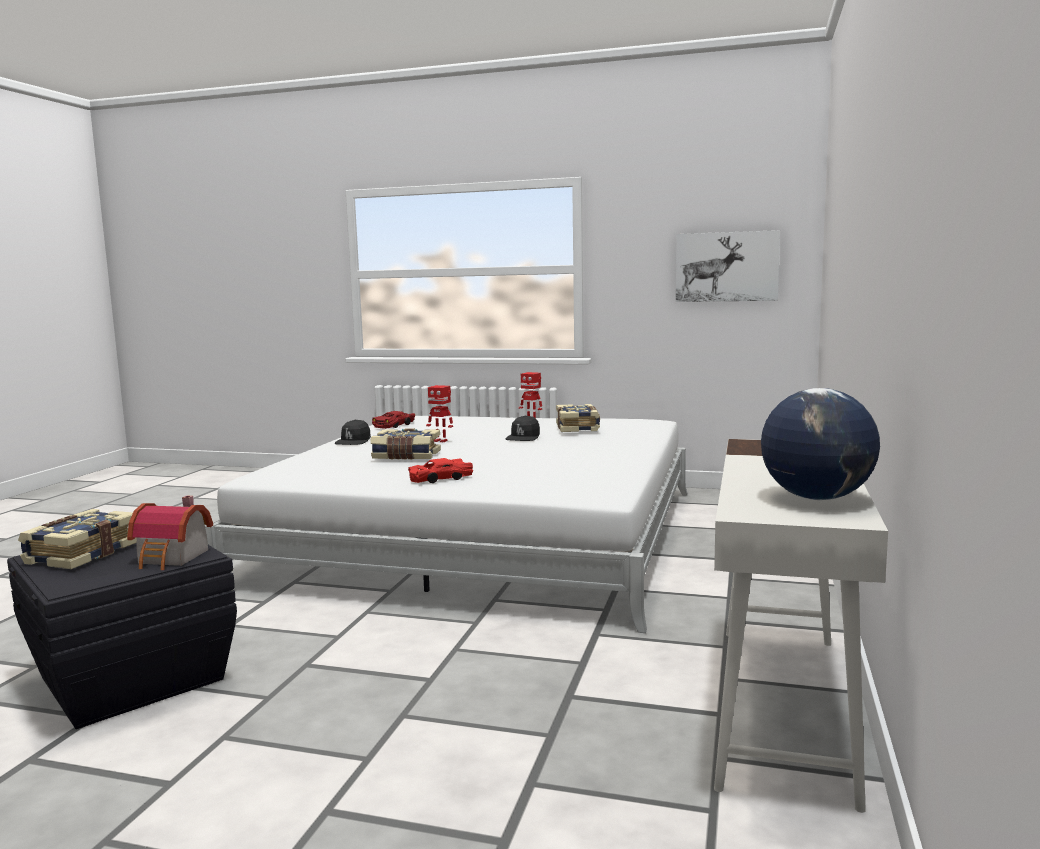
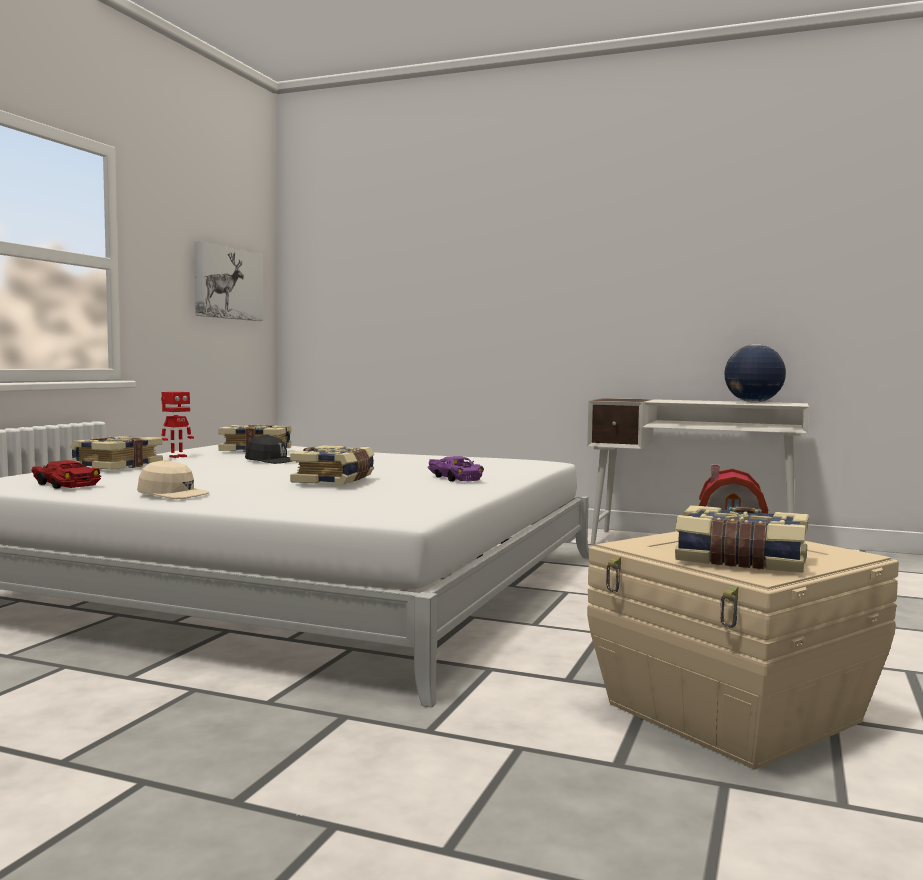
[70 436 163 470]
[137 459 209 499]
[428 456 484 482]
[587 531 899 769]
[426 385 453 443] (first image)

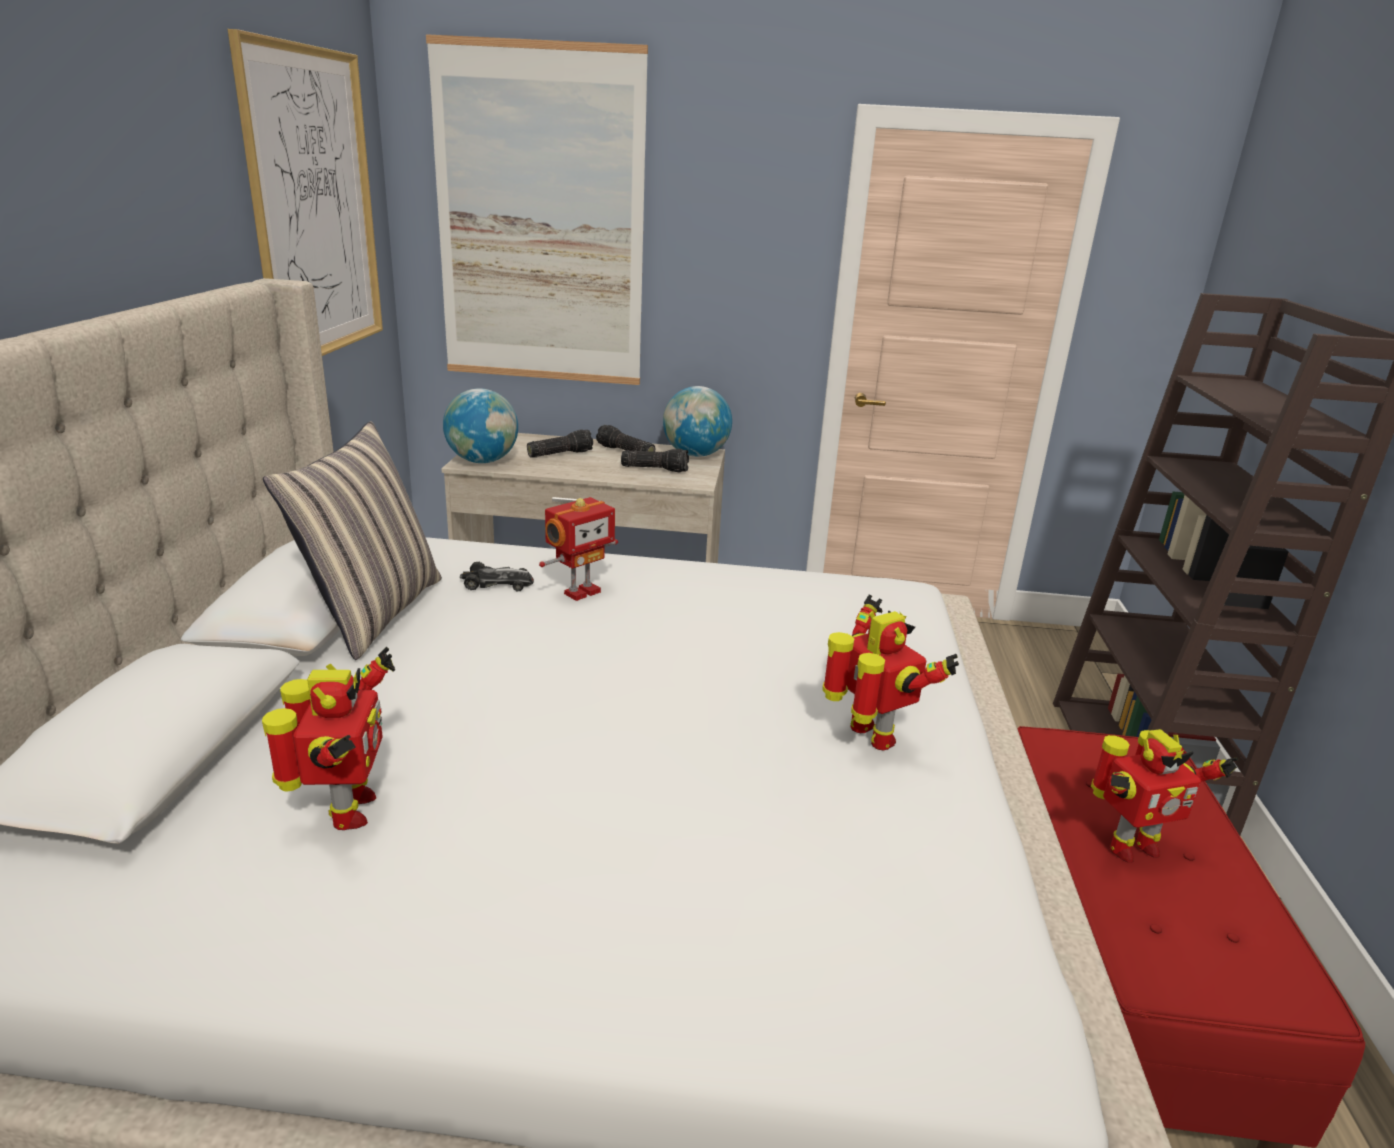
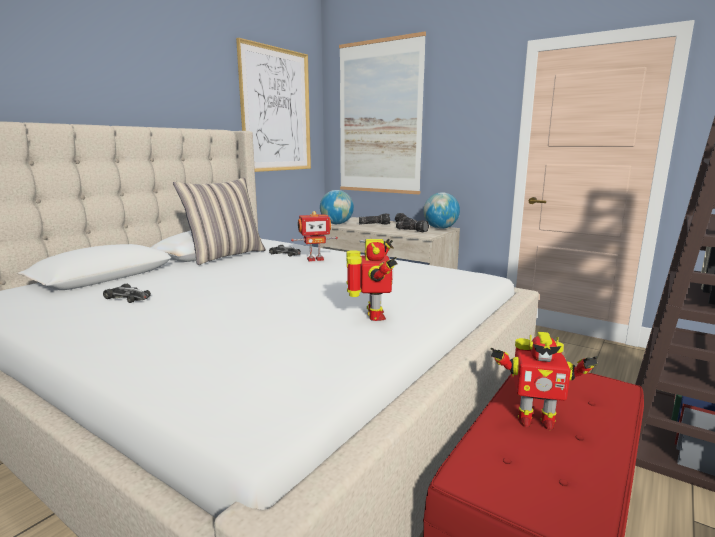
[103 284 151 303]

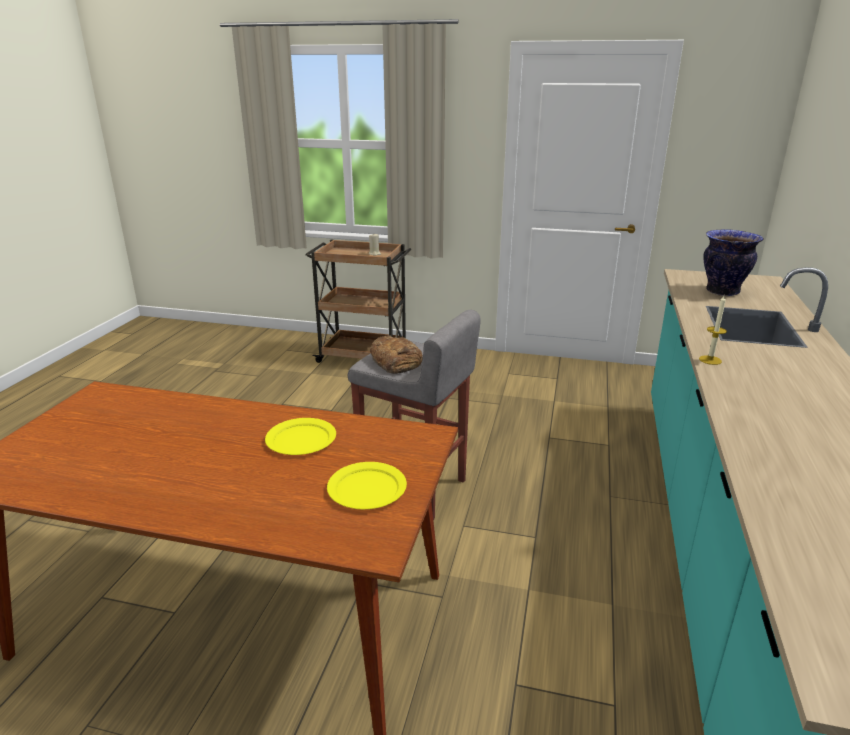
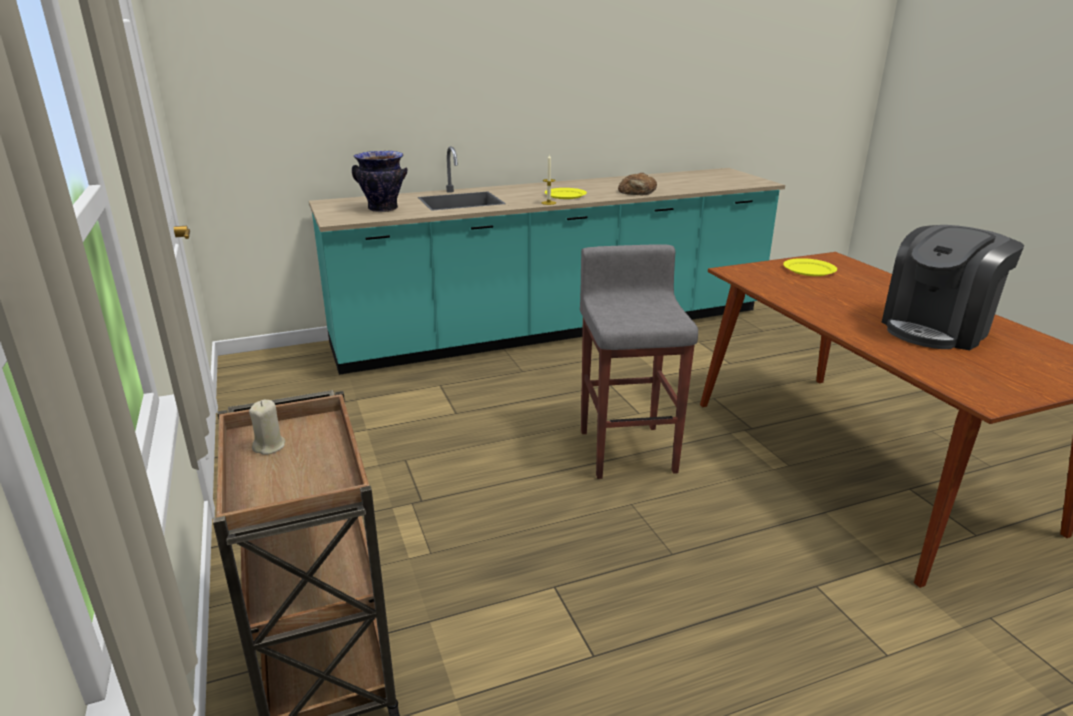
[545 188 587 199]
[618 173 657 195]
[882 225 1025 350]

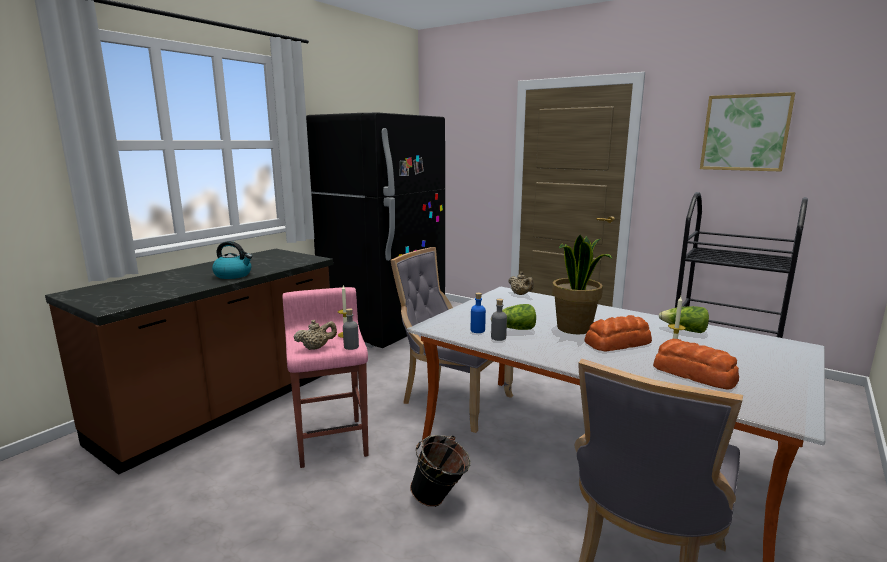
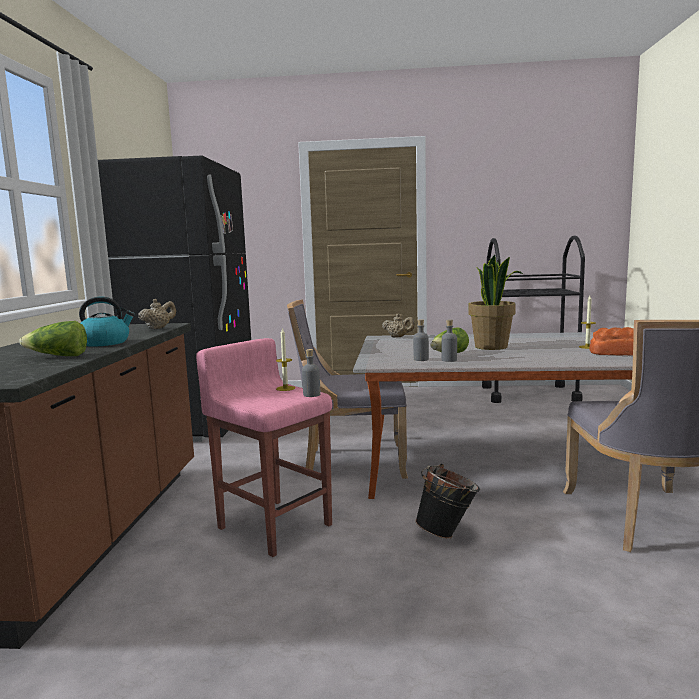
[19 321 87 356]
[138 299 176 329]
[413 319 429 361]
[585 315 652 352] (first image)
[700 92 795 172] (first image)

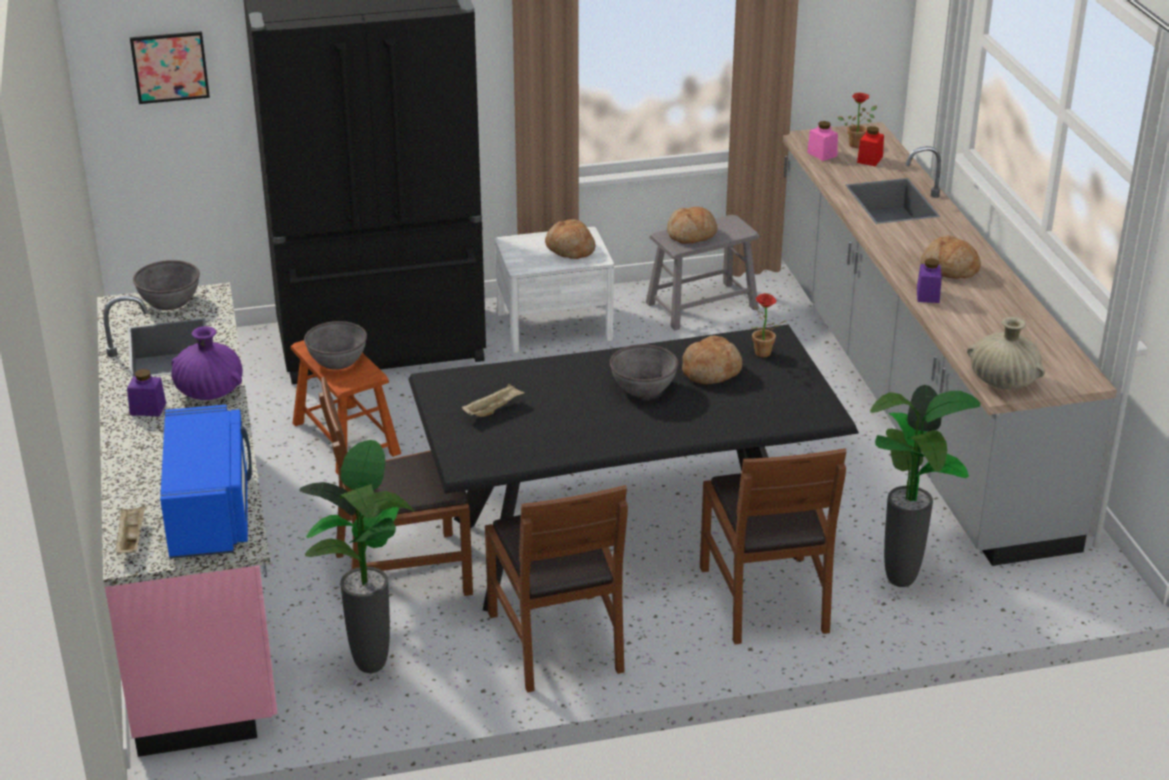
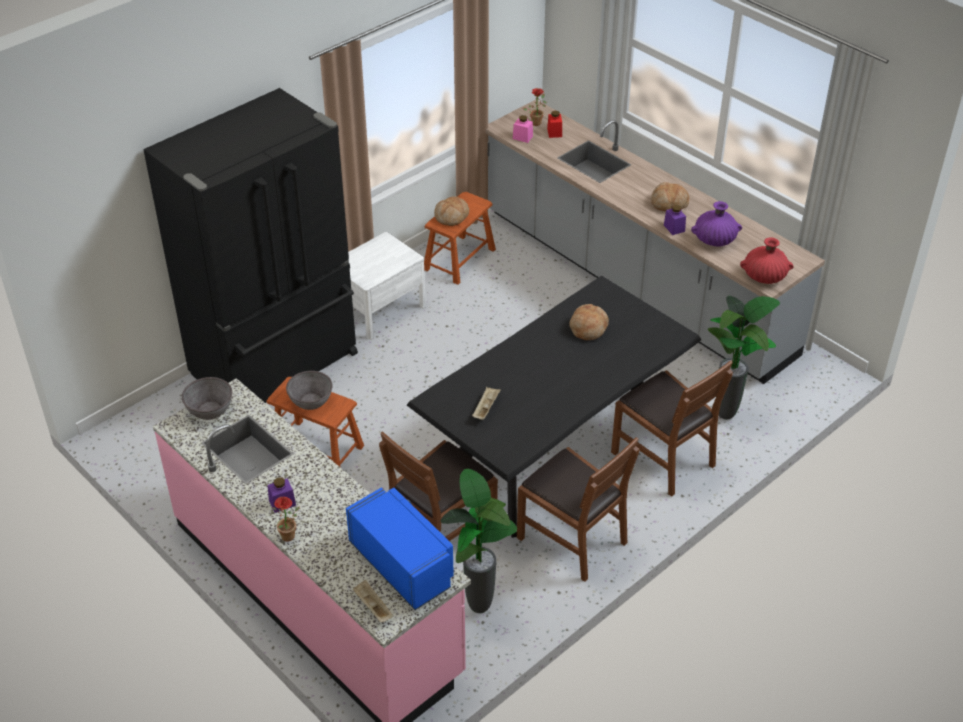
[272 497 300 541]
[424 192 496 285]
[691 201 742 246]
[740 237 794 284]
[130 31 210 104] (first image)
[545 219 596 259] (first image)
[610 344 678 398] (first image)

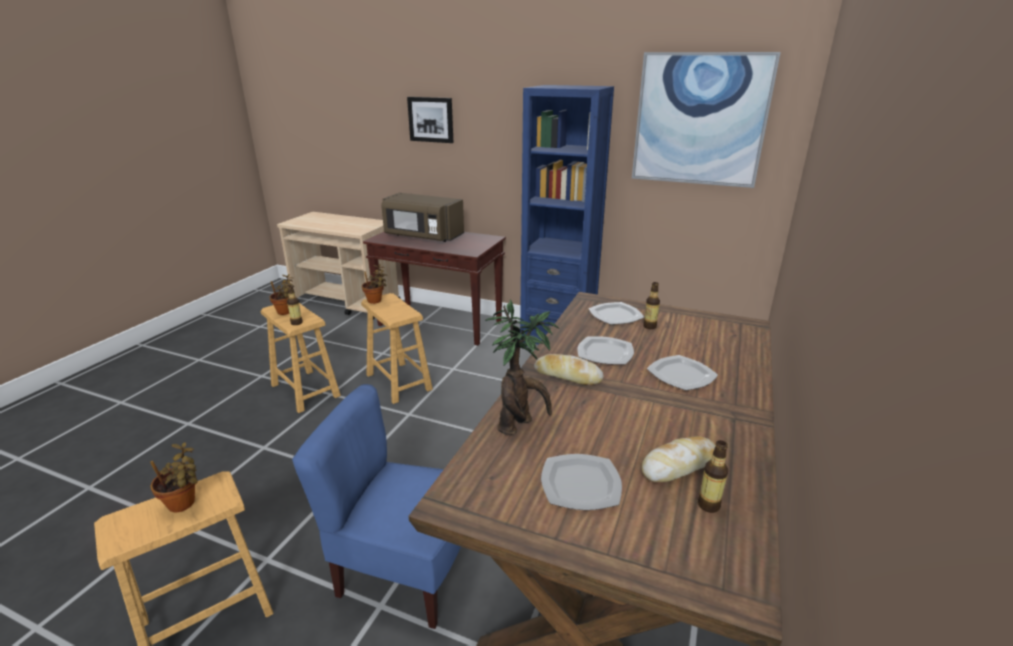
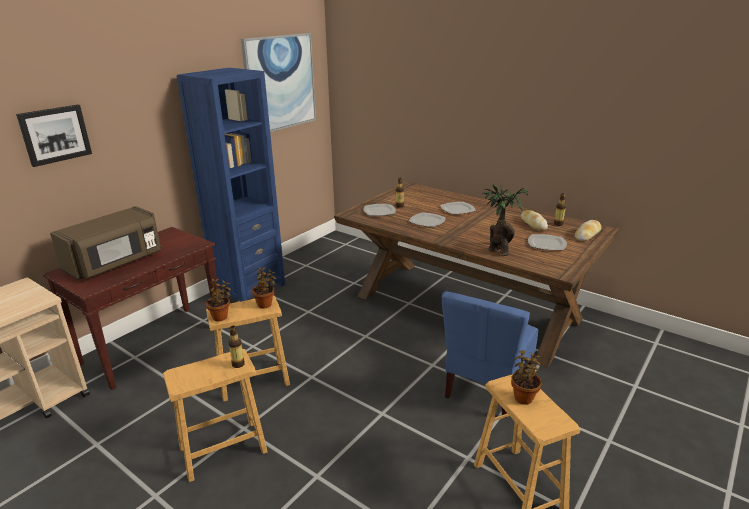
[252 267 276 309]
[575 220 601 241]

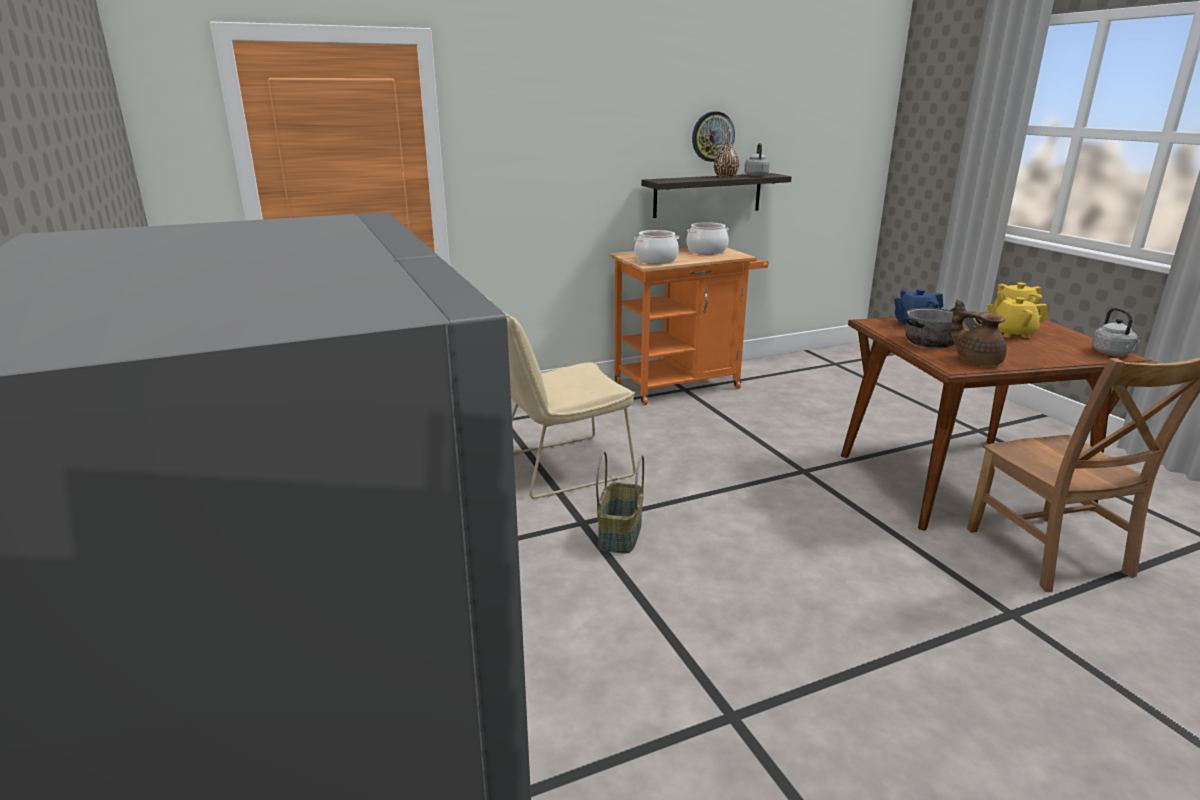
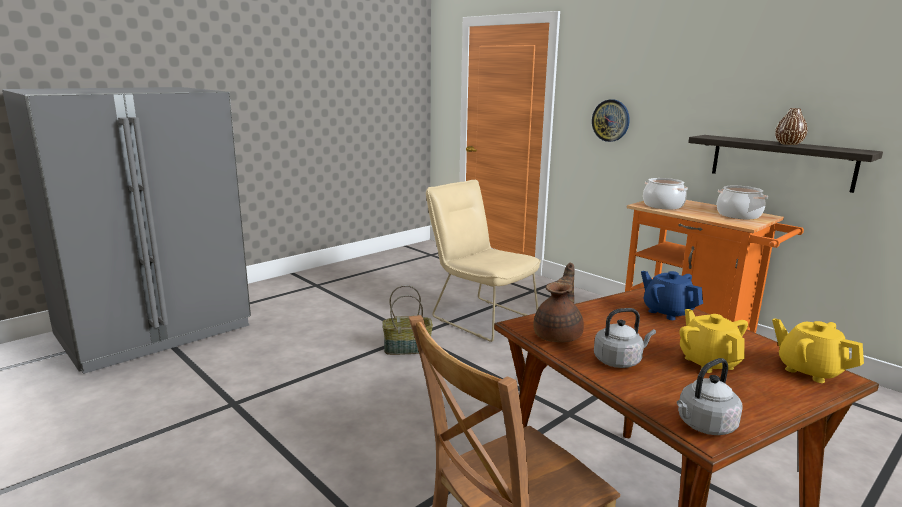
[592 99 630 142]
[594 308 656 368]
[906 305 982 348] (first image)

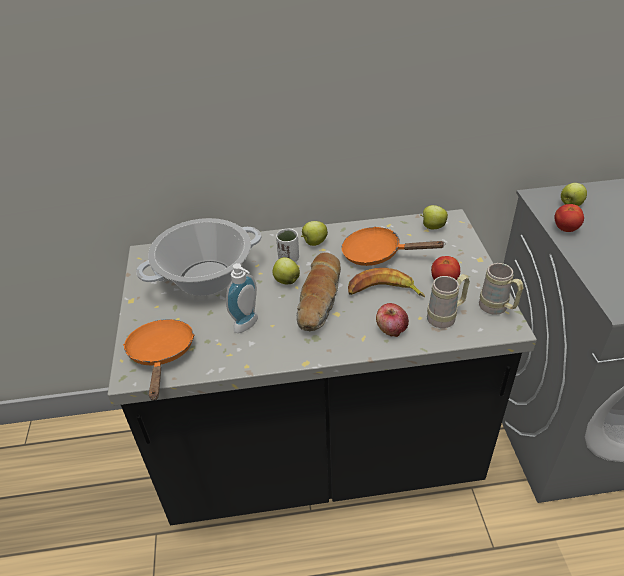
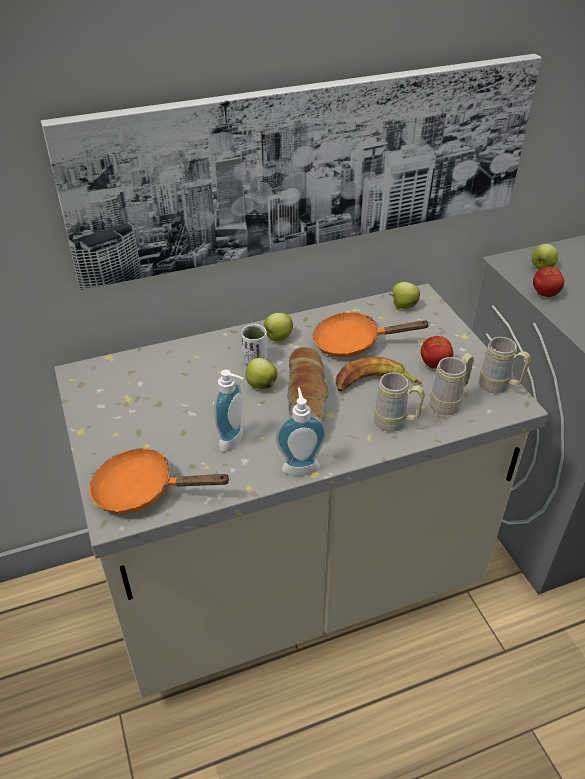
[41 54 542 290]
[54 283 548 698]
[89 447 231 514]
[276 387 327 476]
[374 372 425 432]
[136 218 262 296] (first image)

